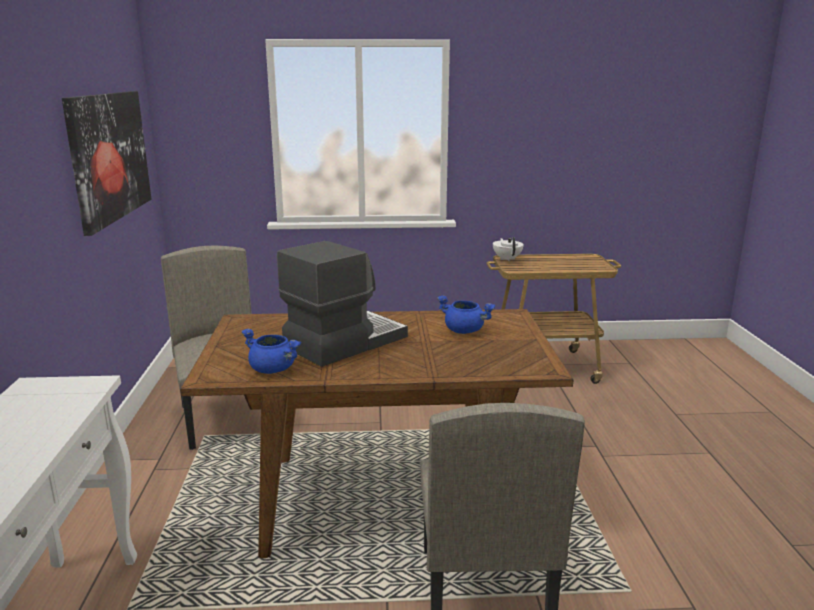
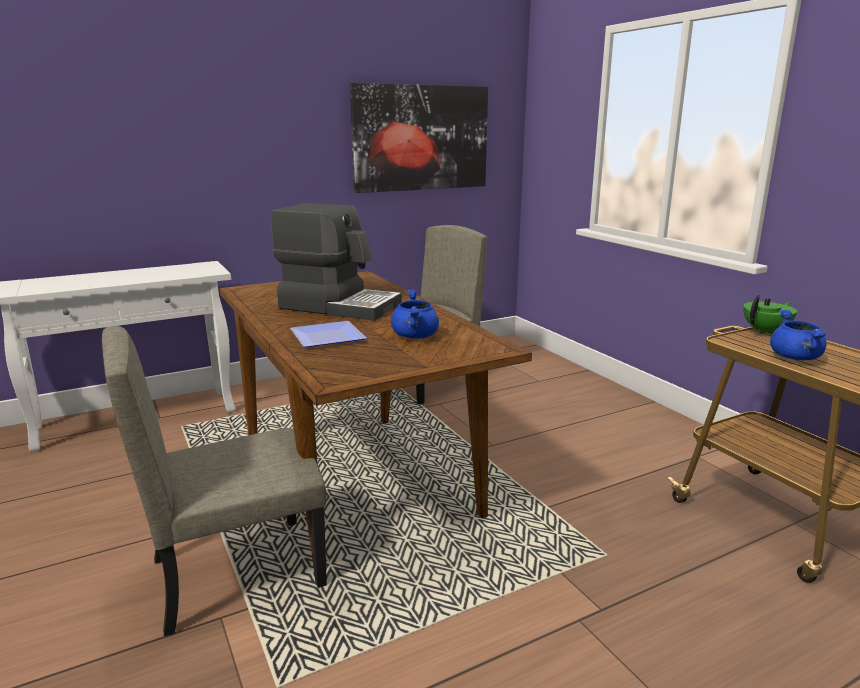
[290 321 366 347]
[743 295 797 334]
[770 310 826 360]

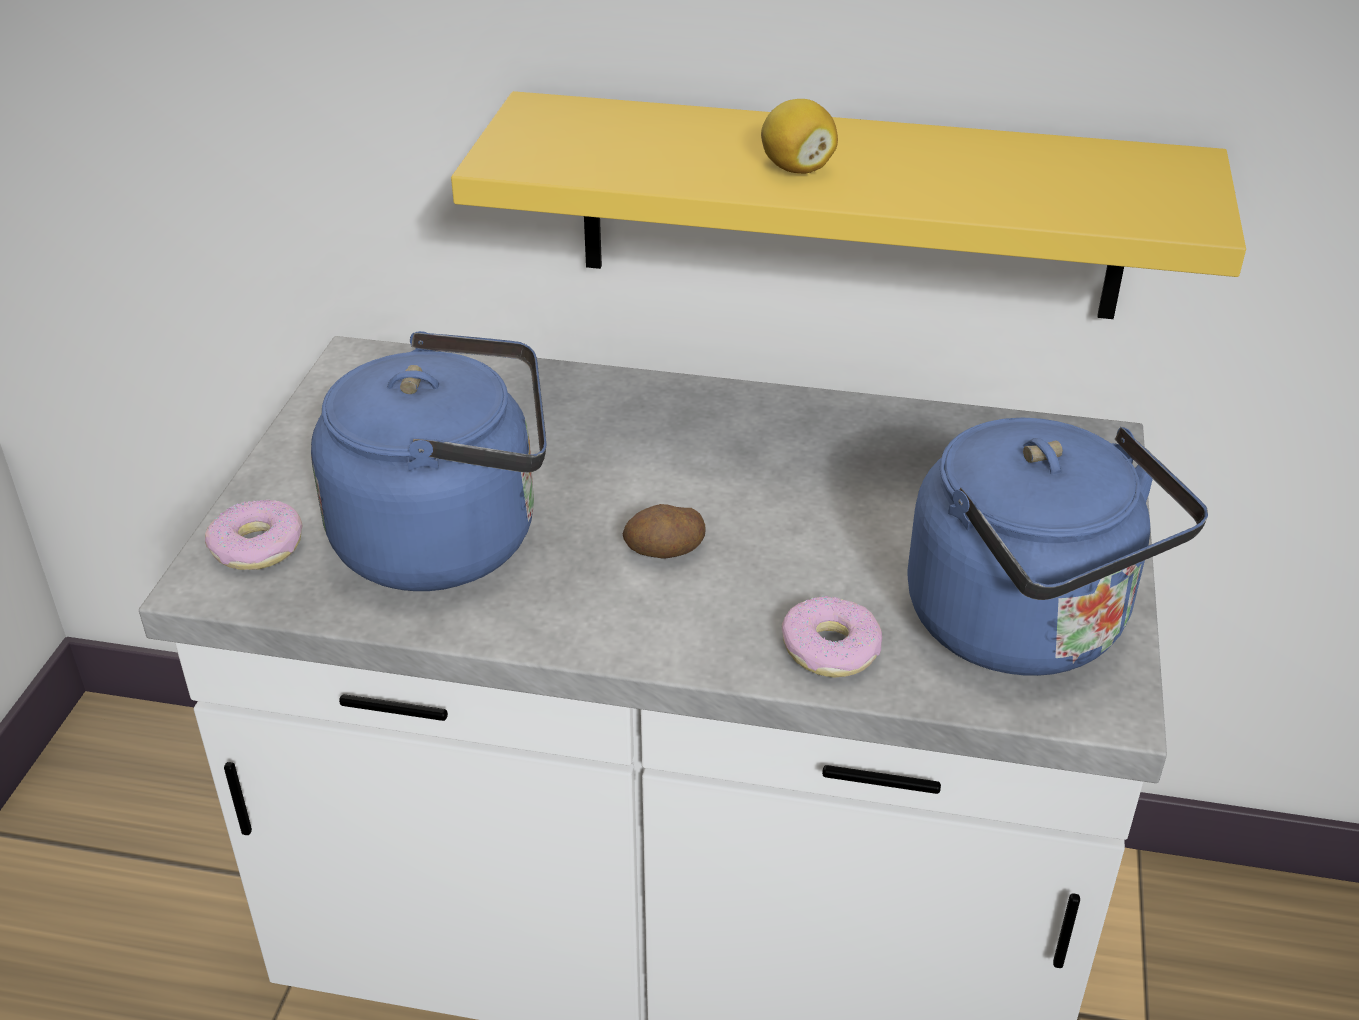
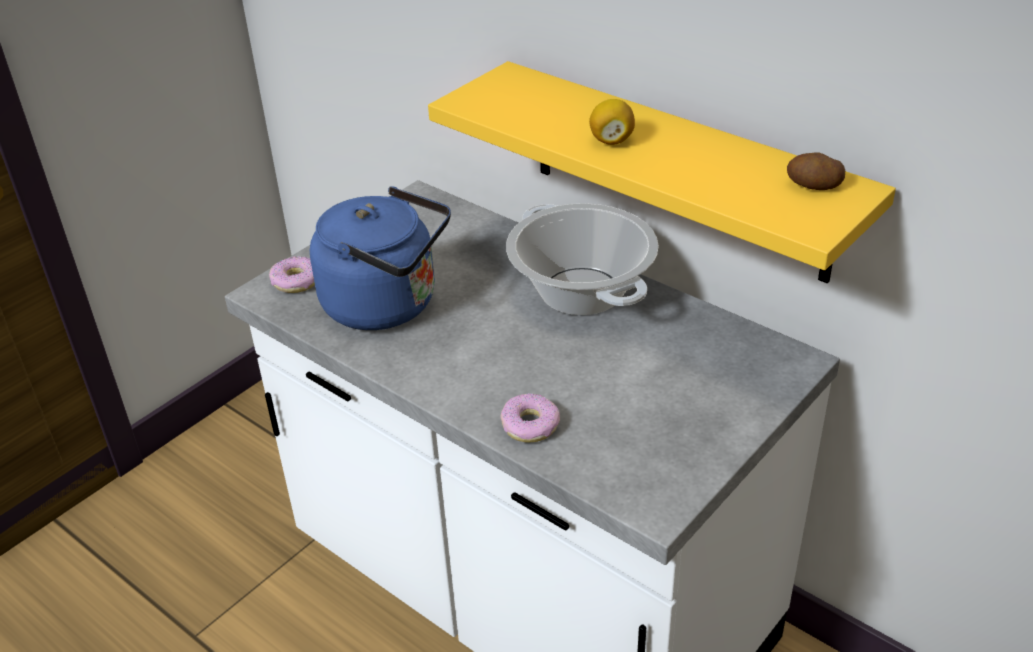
[506 203 659 315]
[787 153 845 190]
[907 418 1208 676] (first image)

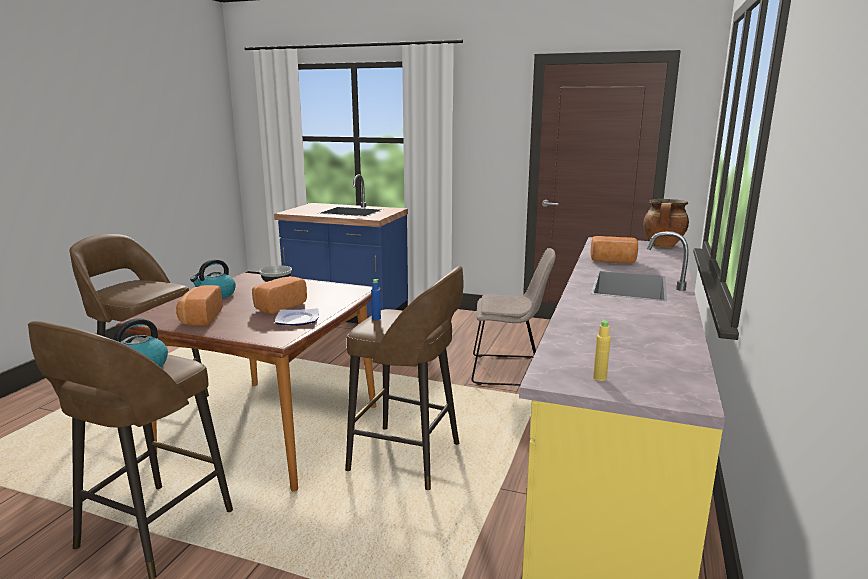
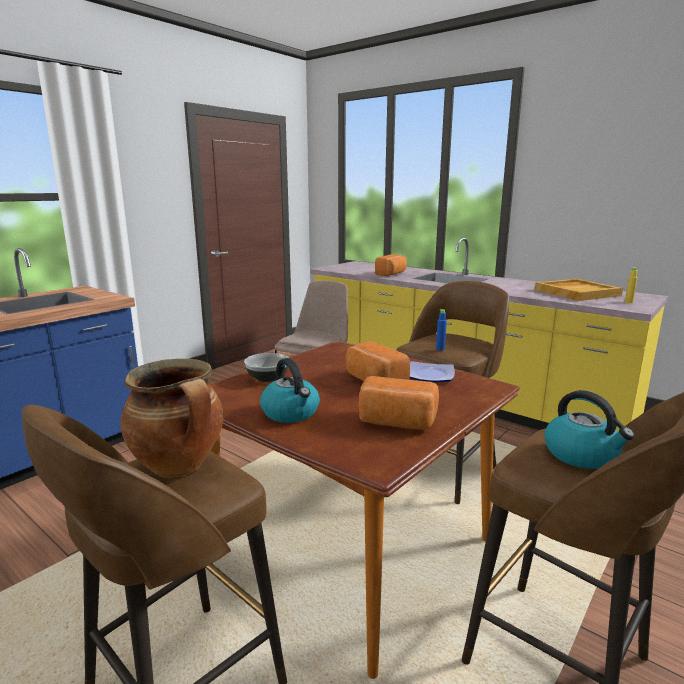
[121 359 224 478]
[535 279 623 301]

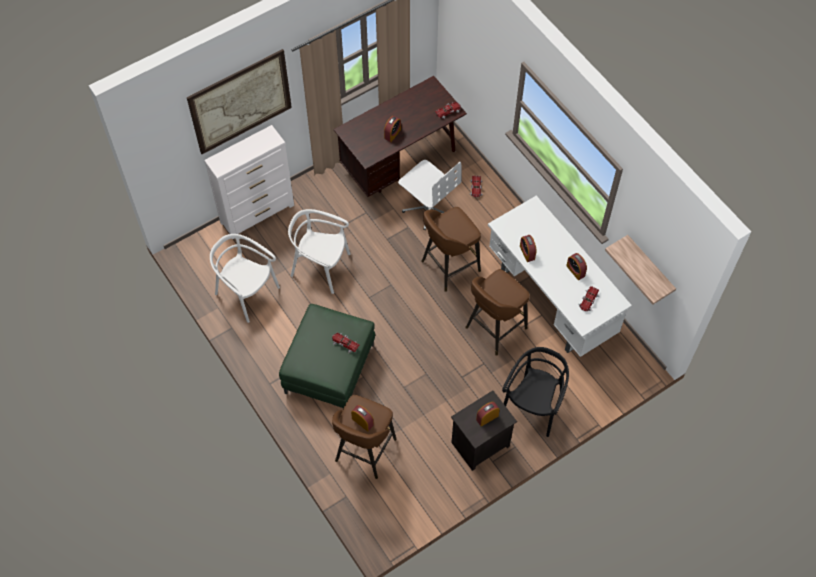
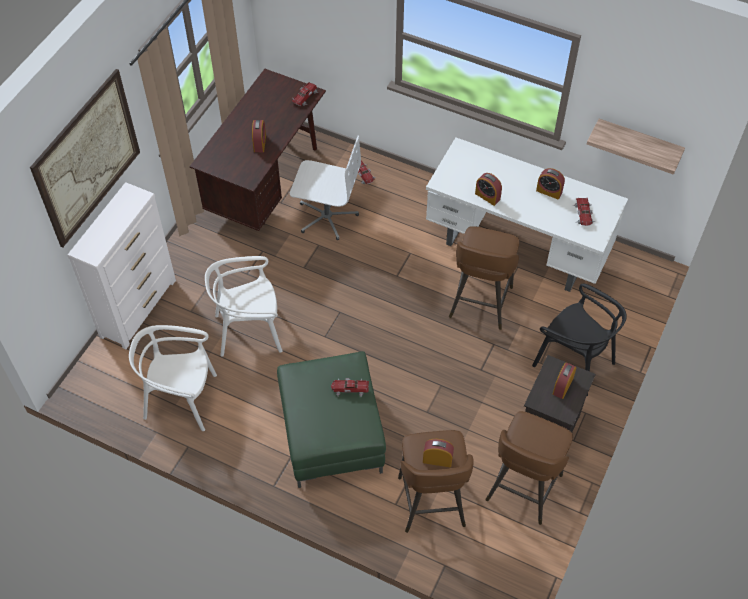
[485 411 573 525]
[532 283 627 396]

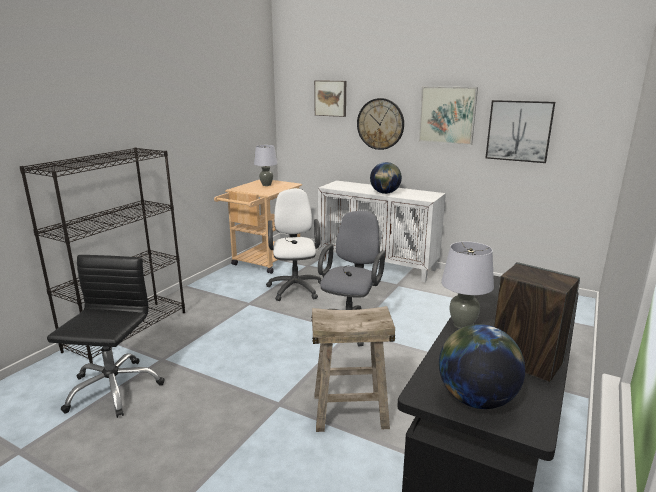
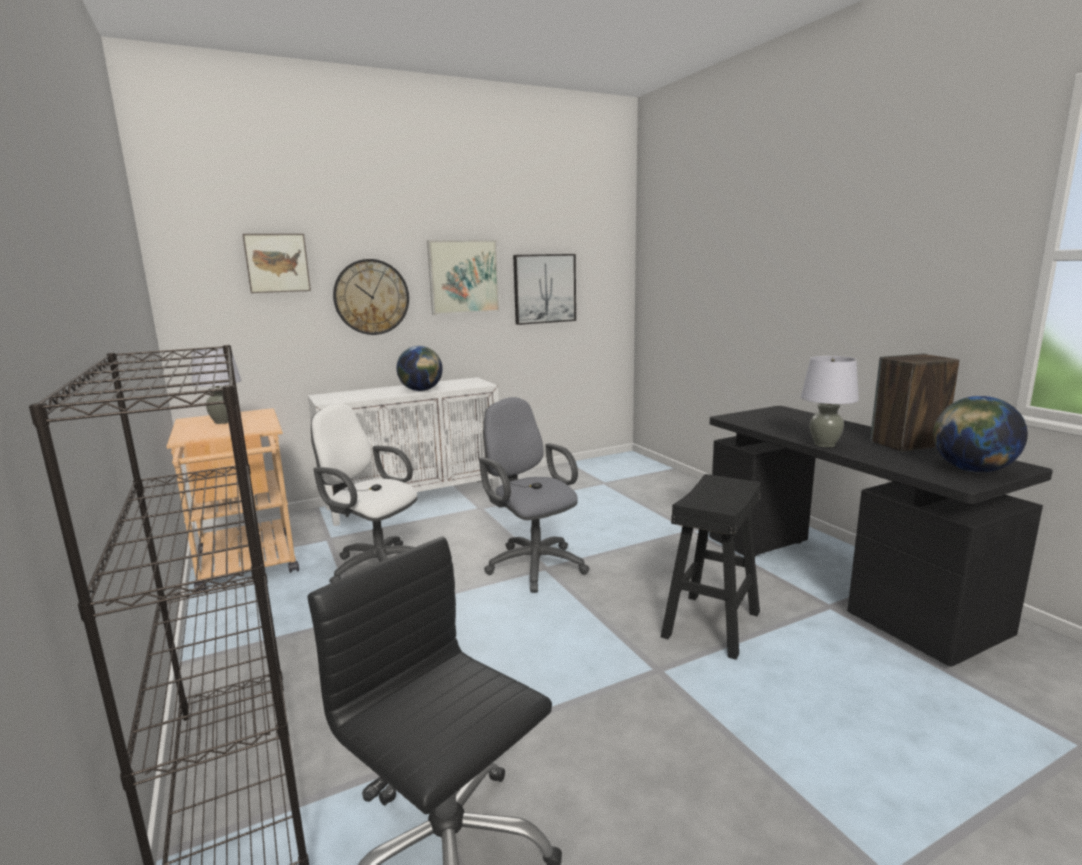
[661 474 761 660]

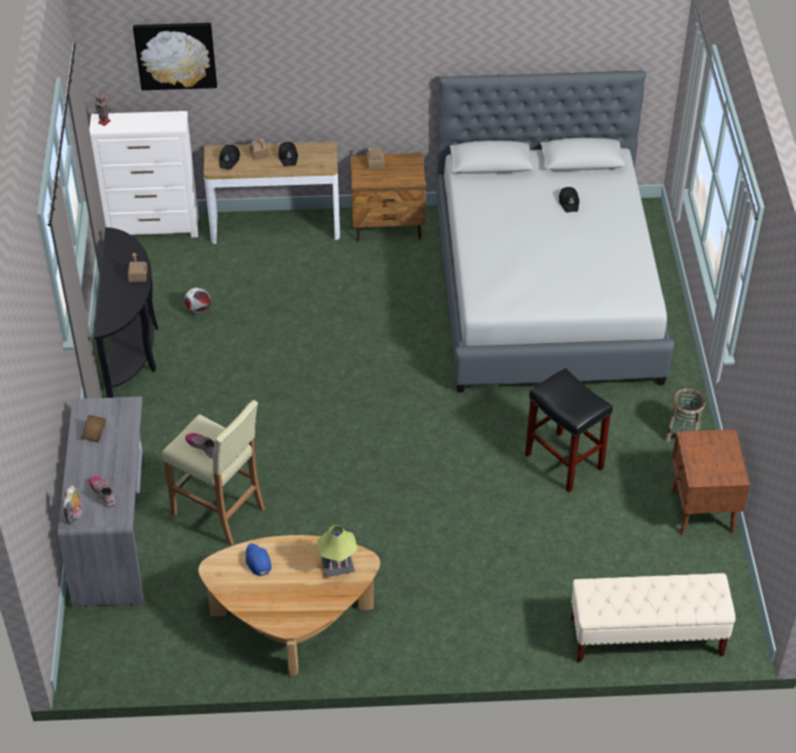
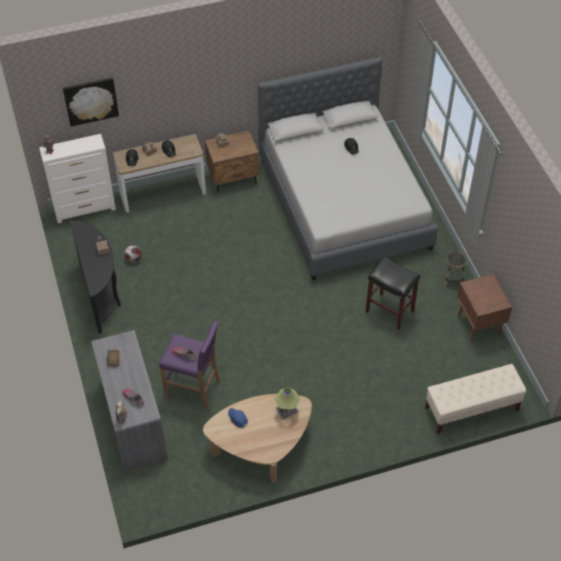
[159 321 221 409]

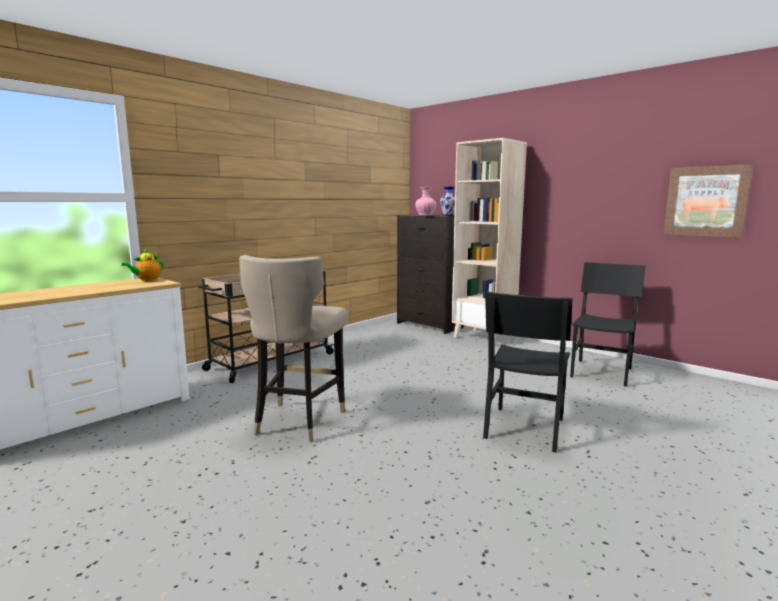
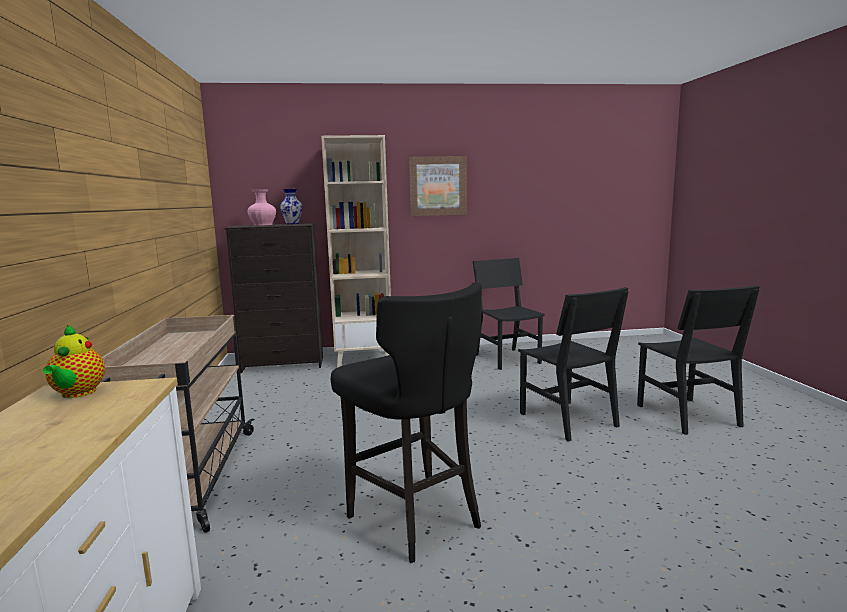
[331 282 482 563]
[409 156 467 216]
[637 285 760 435]

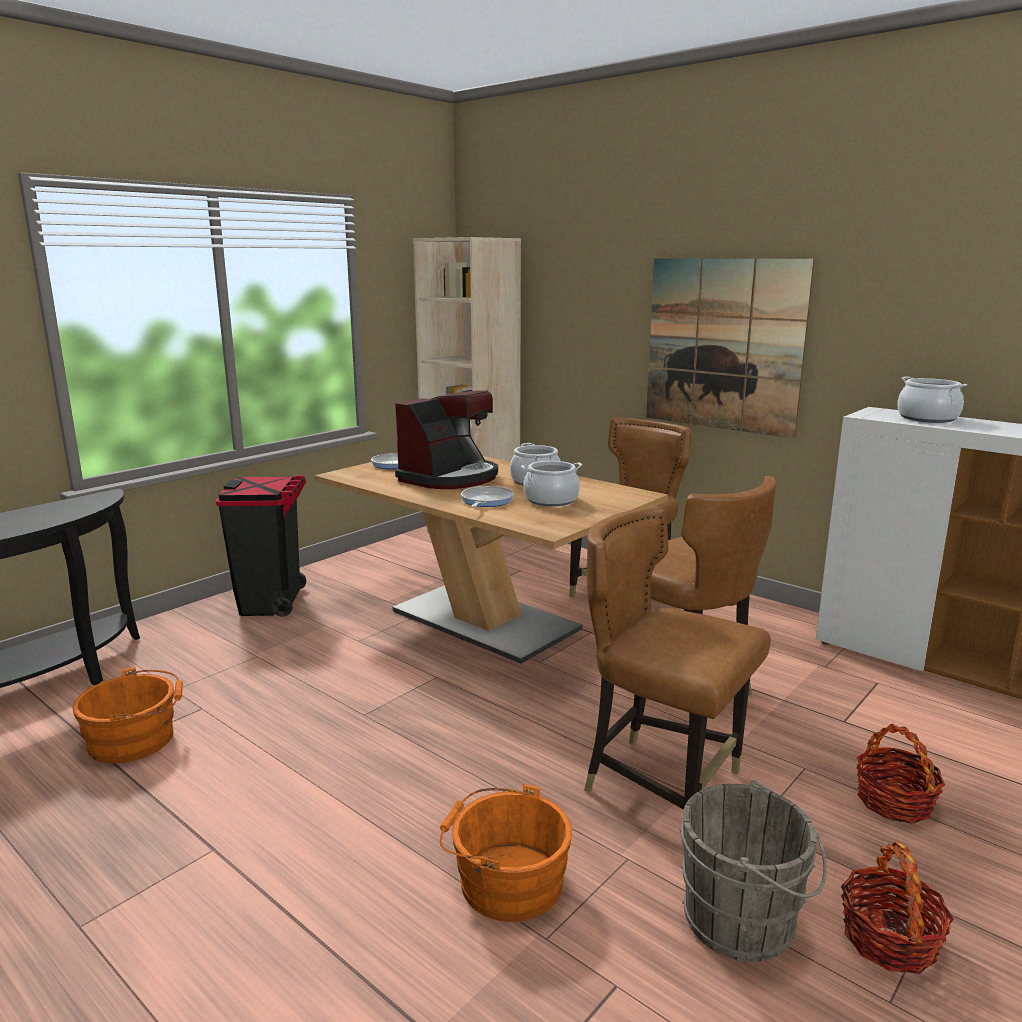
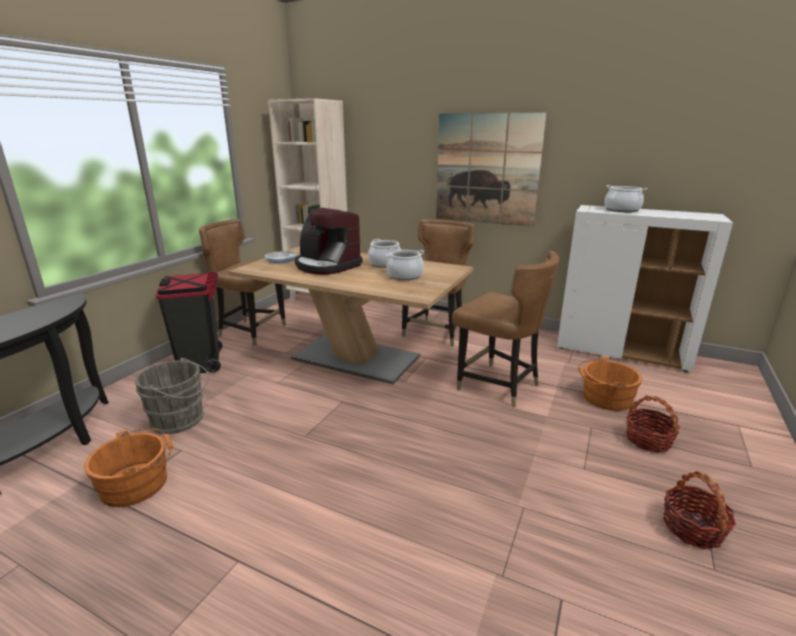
[135 358 209 434]
[199 219 286 346]
[295 208 363 275]
[578 357 642 411]
[461 486 514 508] (first image)

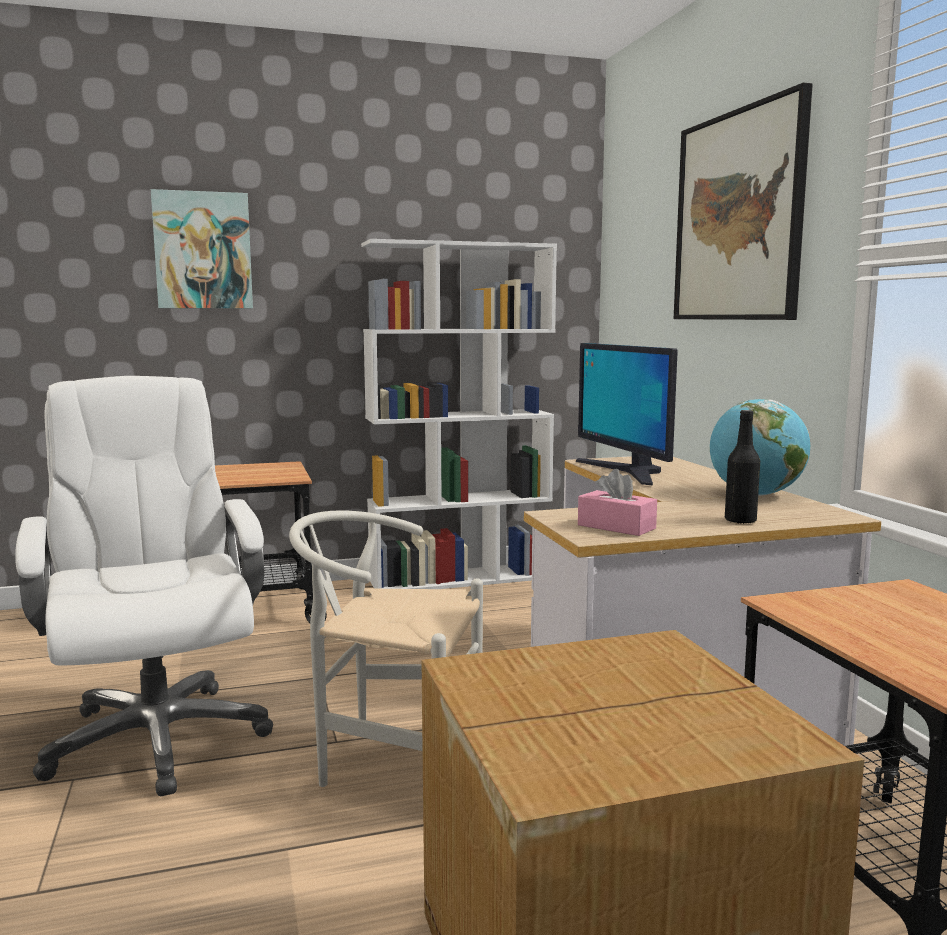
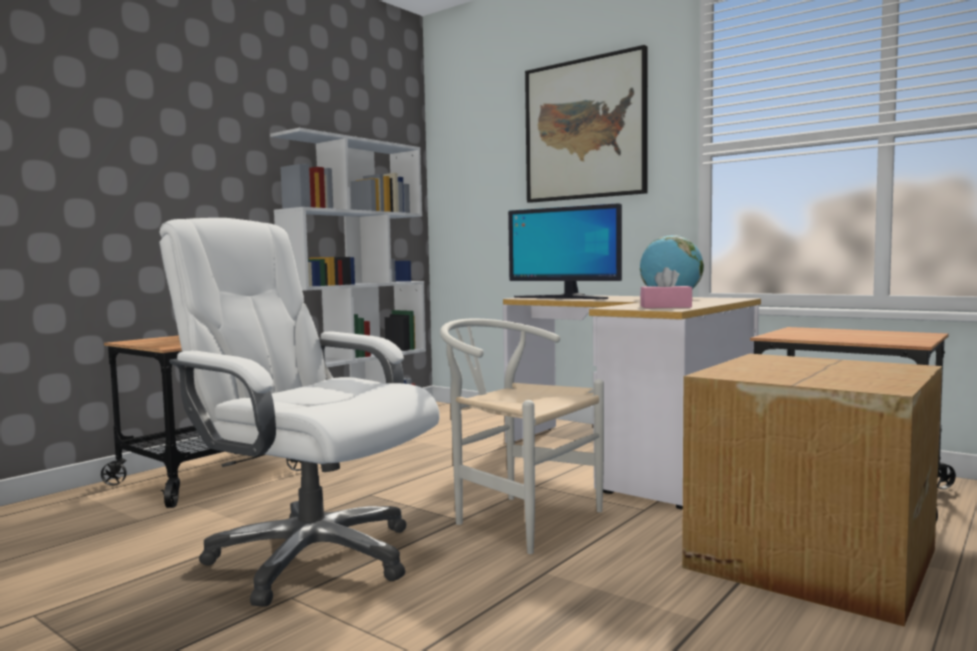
[440 319 604 554]
[151 189 253 308] (first image)
[725 410 760 524] (first image)

